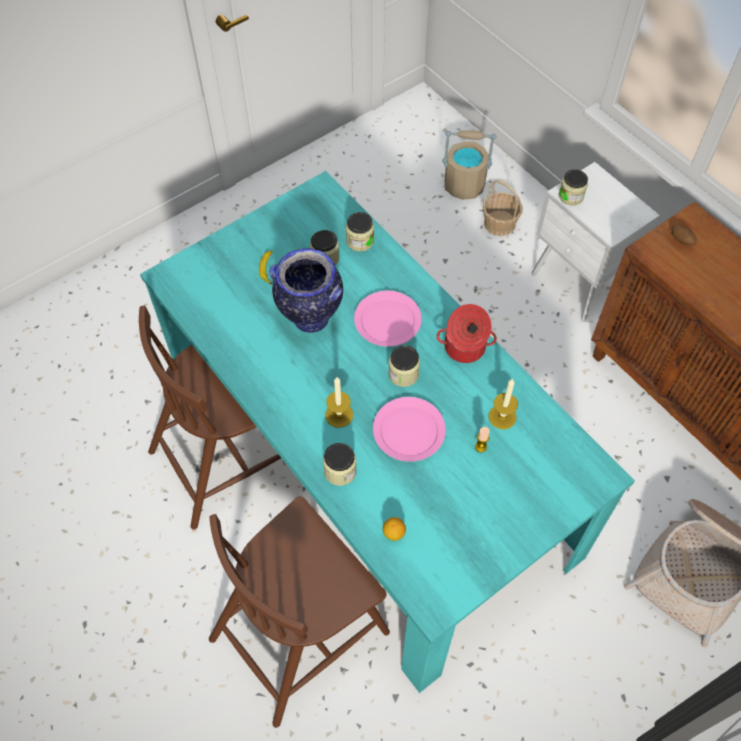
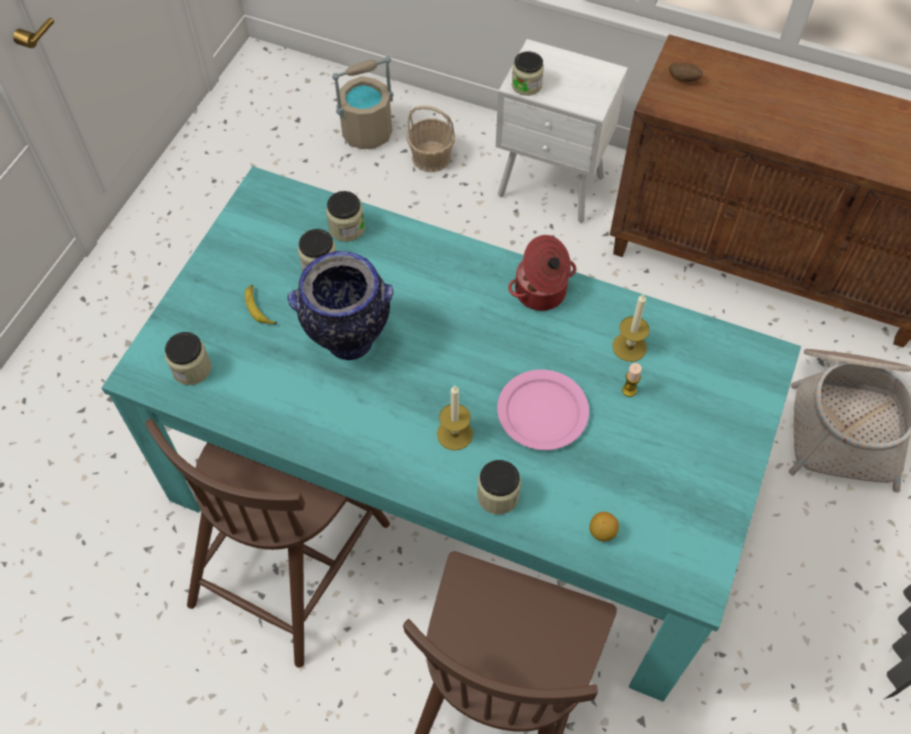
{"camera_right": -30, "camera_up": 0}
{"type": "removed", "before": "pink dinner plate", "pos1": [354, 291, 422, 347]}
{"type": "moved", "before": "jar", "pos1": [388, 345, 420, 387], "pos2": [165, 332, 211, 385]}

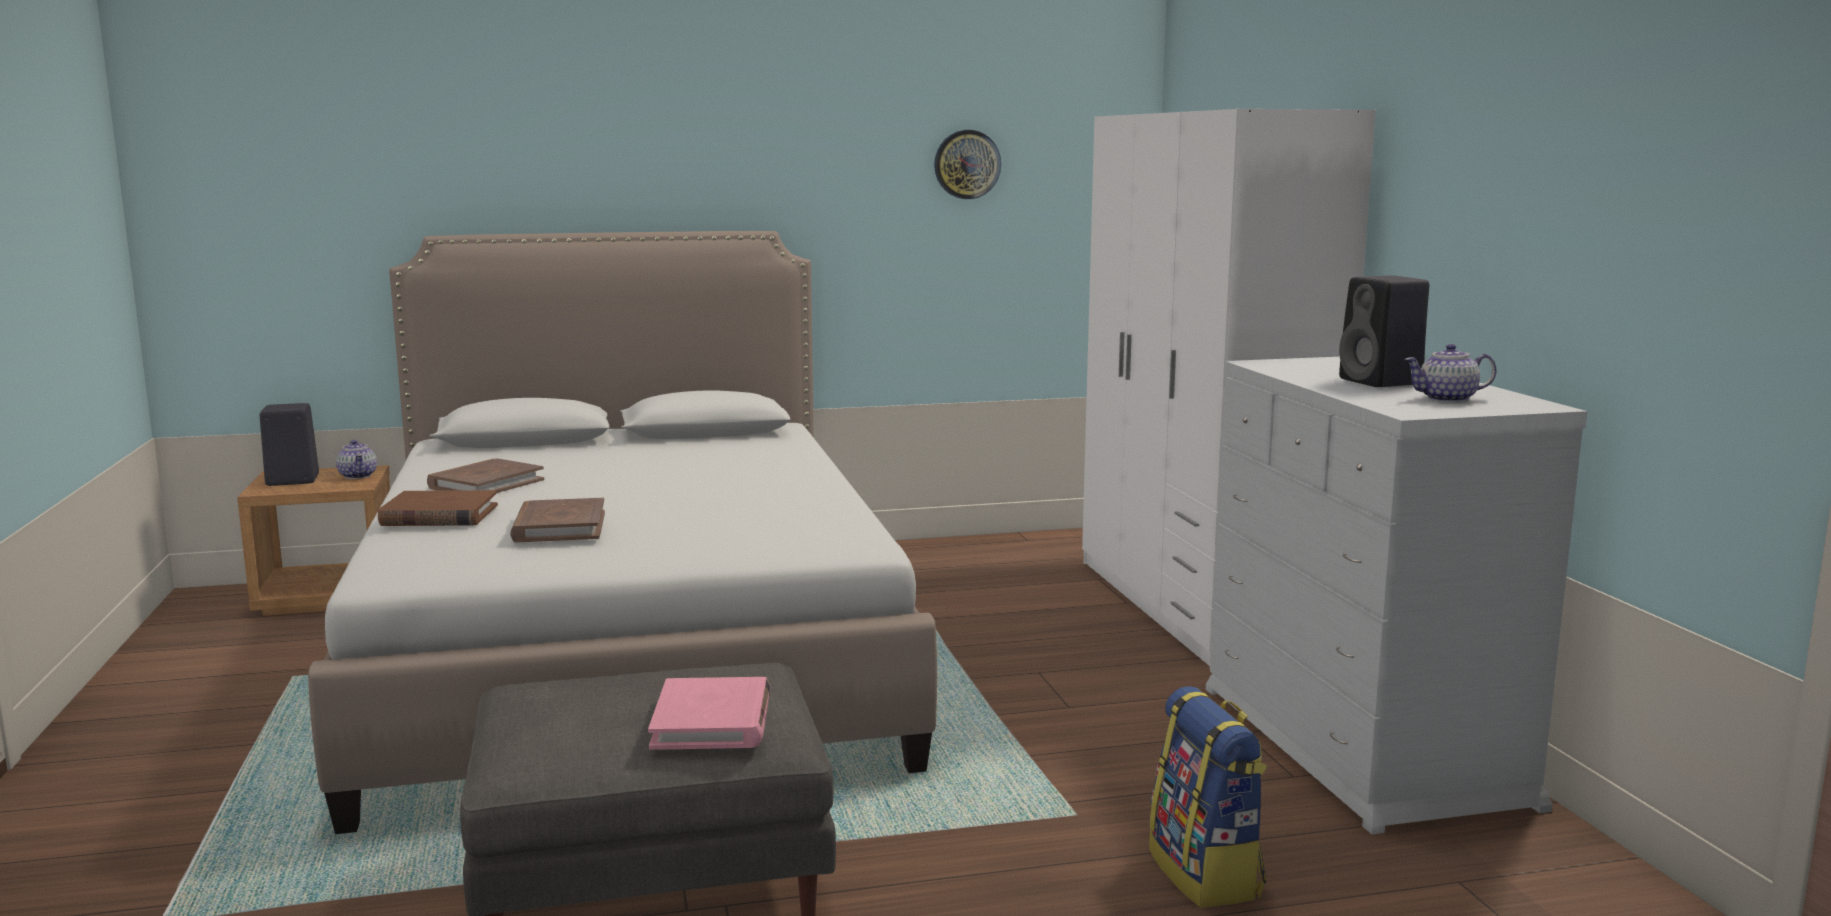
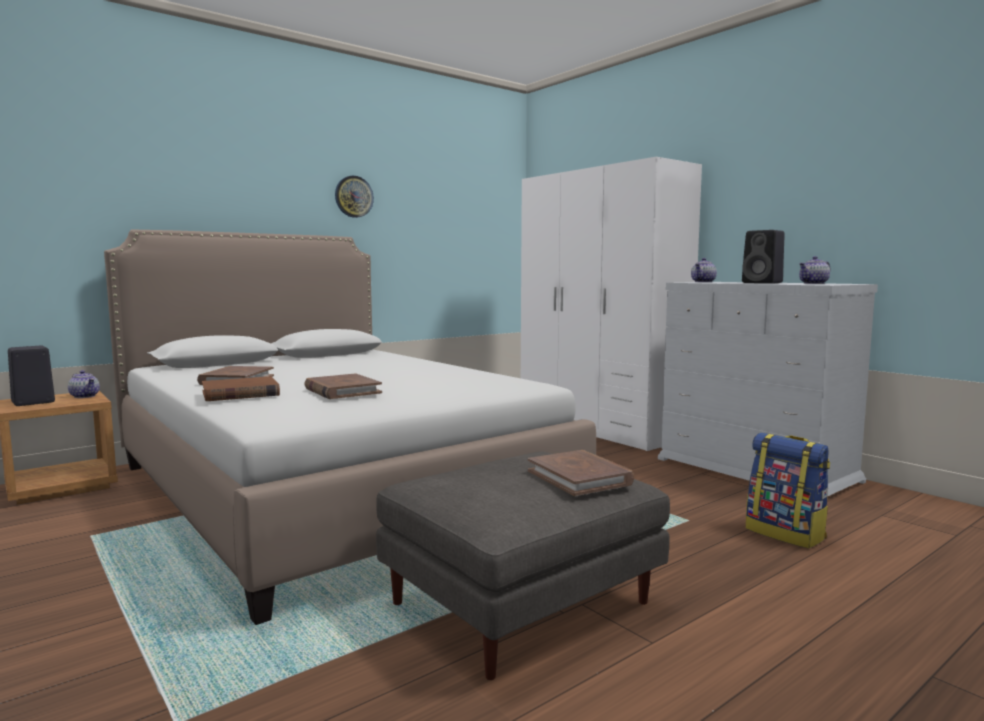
{"camera_right": -25, "camera_up": -5}
{"type": "added", "after": "teapot", "pos2": [691, 258, 717, 282]}
{"type": "moved", "before": "wall clock", "pos1": [934, 130, 1001, 199], "pos2": [335, 176, 374, 218]}
{"type": "recoloured", "before": "pink book", "after": "brown-coloured book", "pos1": [648, 677, 771, 750], "pos2": [528, 450, 634, 496]}

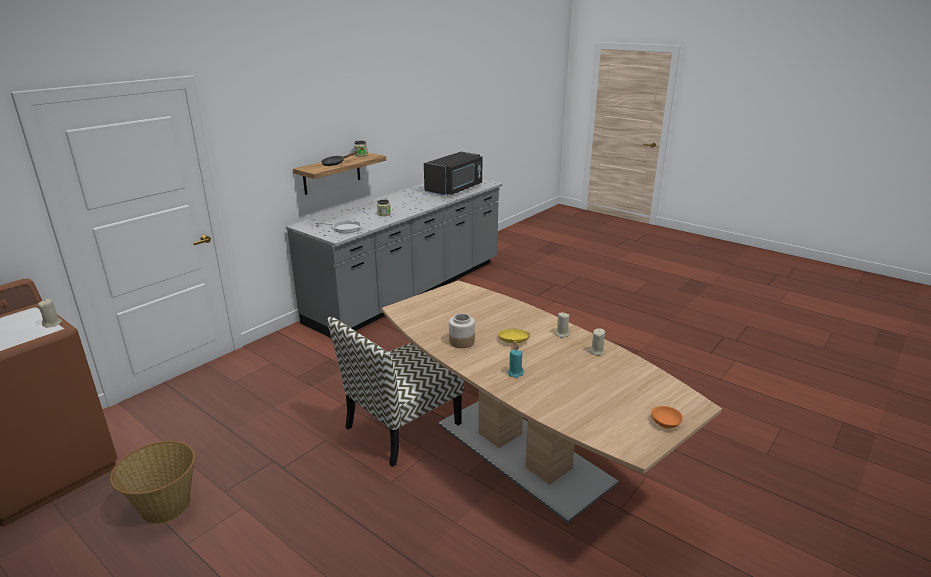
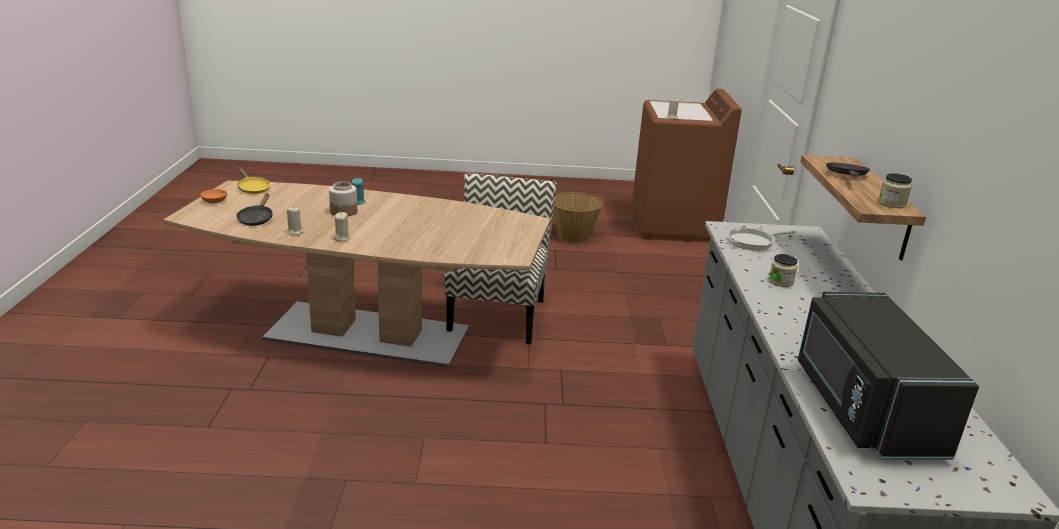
{"camera_right": 140, "camera_up": 0}
{"type": "added", "after": "blackish pan", "pos2": [236, 193, 272, 226]}
{"type": "moved", "before": "jar", "pos1": [449, 313, 475, 348], "pos2": [329, 182, 357, 216]}
{"type": "moved", "before": "yellow-coloured pan", "pos1": [498, 329, 530, 350], "pos2": [237, 167, 270, 194]}

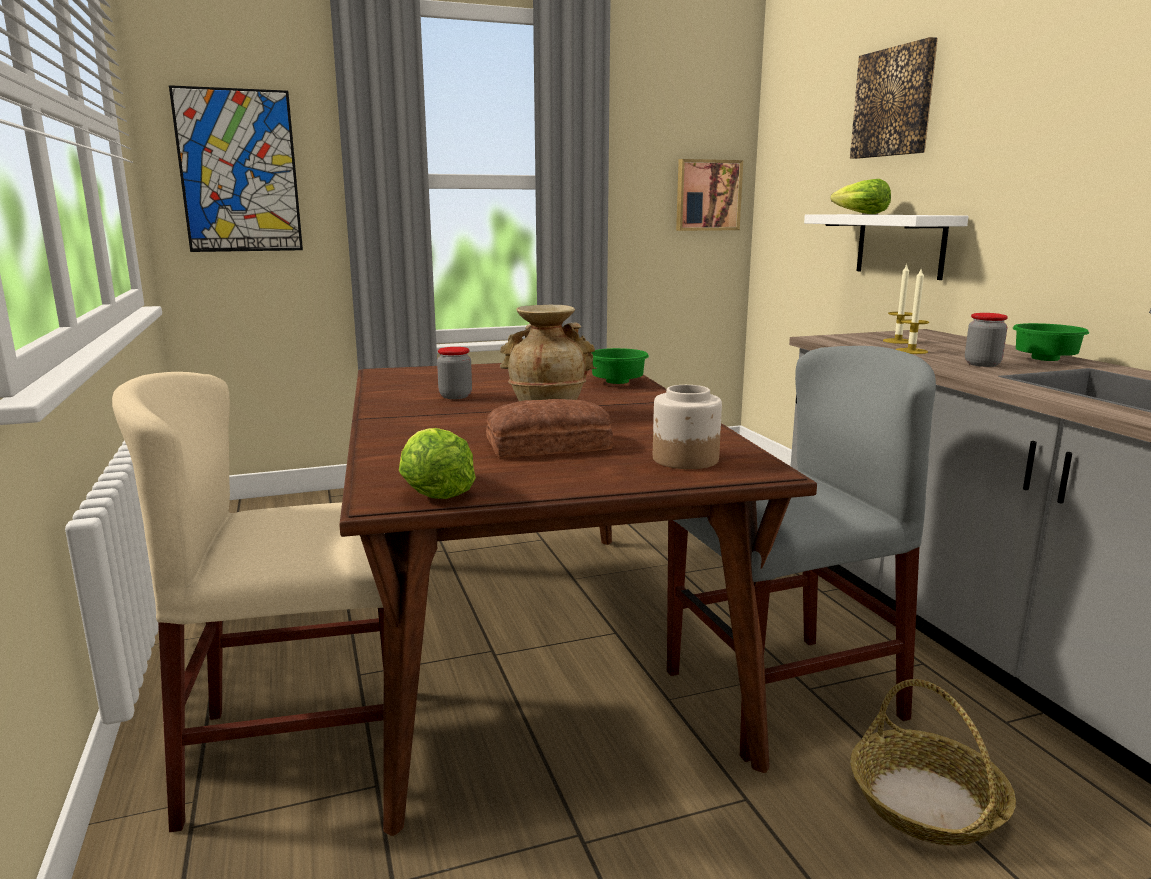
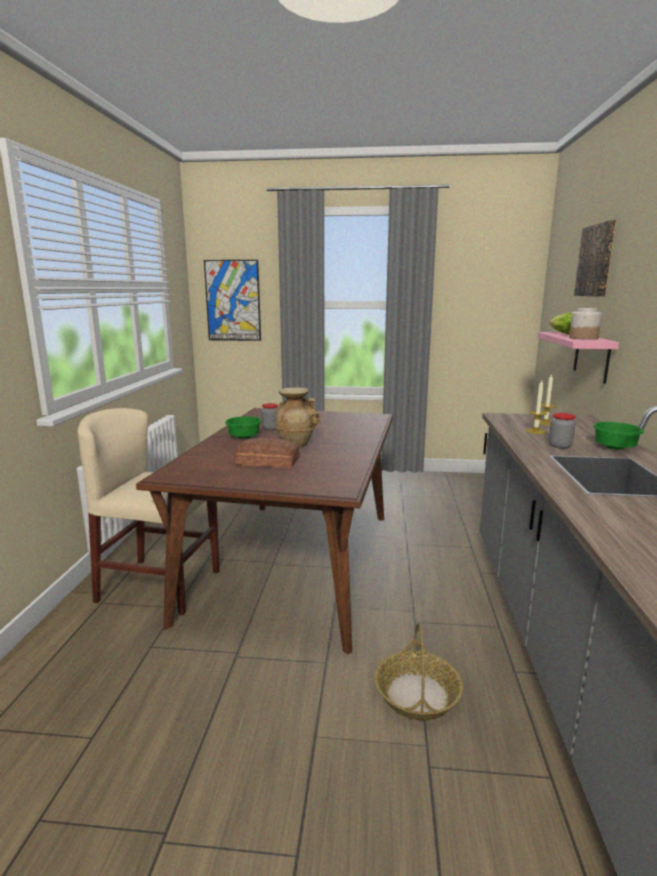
{"camera_right": 25, "camera_up": 0}
{"type": "removed", "before": "lettuce", "pos1": [399, 428, 476, 499]}
{"type": "removed", "before": "greyish chair", "pos1": [667, 346, 936, 762]}
{"type": "removed", "before": "wall picture", "pos1": [676, 159, 743, 231]}
{"type": "moved", "before": "green deep dish", "pos1": [591, 348, 649, 384], "pos2": [225, 416, 262, 439]}
{"type": "moved", "before": "jar", "pos1": [653, 385, 722, 469], "pos2": [569, 308, 602, 340]}
{"type": "recoloured", "before": "whitish shelf", "after": "pink shelf", "pos1": [804, 214, 969, 280], "pos2": [537, 332, 619, 384]}

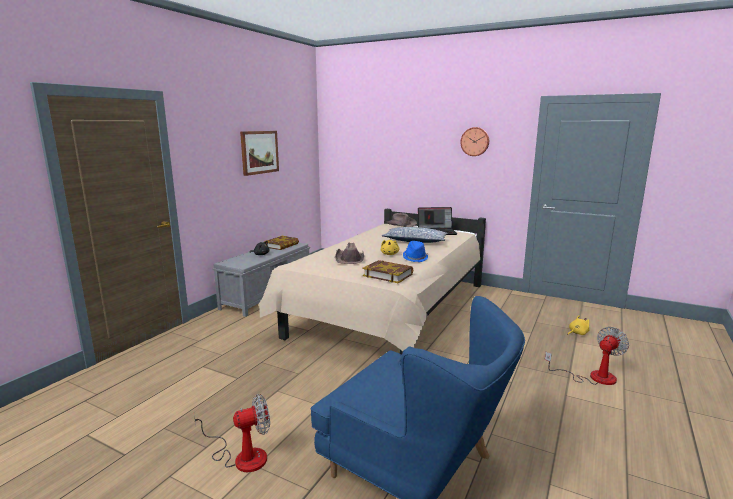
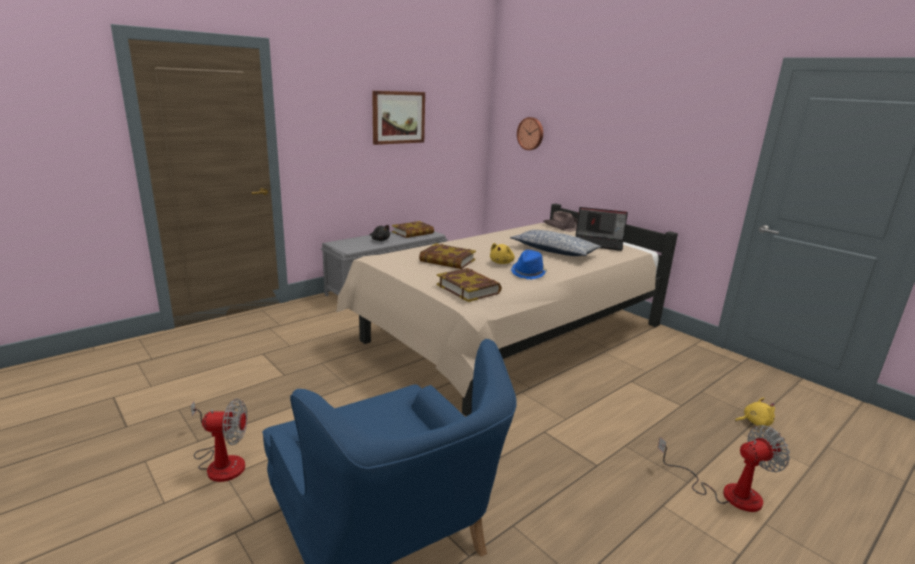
{"camera_right": 20, "camera_up": 5}
{"type": "moved", "before": "wall clock", "pos1": [460, 127, 489, 156], "pos2": [517, 117, 543, 150]}
{"type": "replaced", "before": "brown-coloured hat", "after": "book", "pos1": [335, 242, 364, 264], "pos2": [419, 243, 476, 269]}

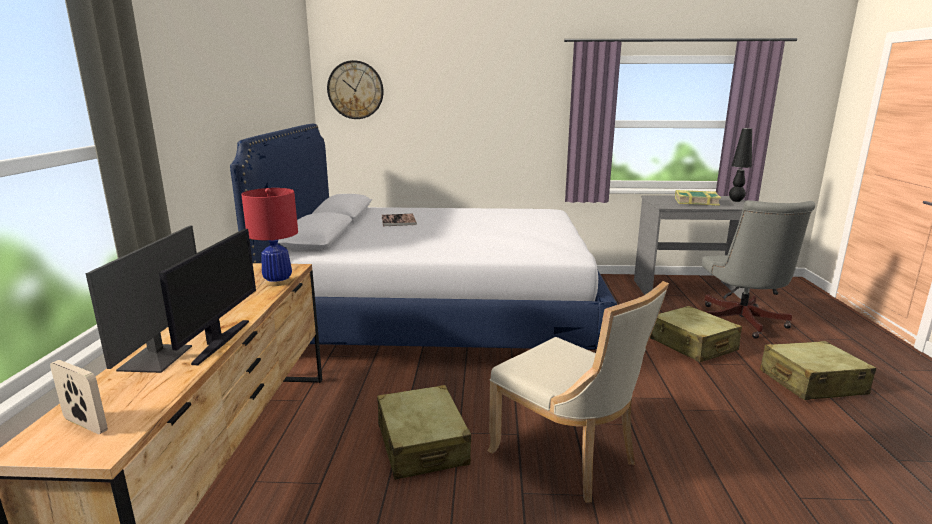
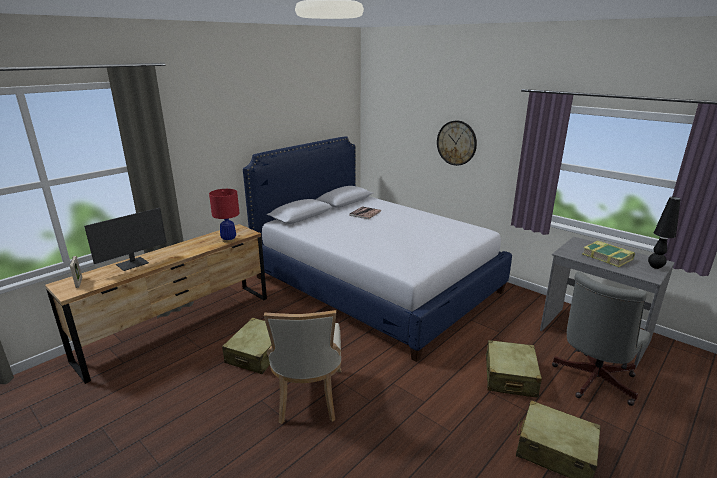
{"camera_right": 40, "camera_up": 5}
{"type": "removed", "before": "computer screen", "pos1": [159, 229, 256, 365]}
{"type": "moved", "before": "wall clock", "pos1": [327, 60, 384, 119], "pos2": [437, 120, 477, 166]}

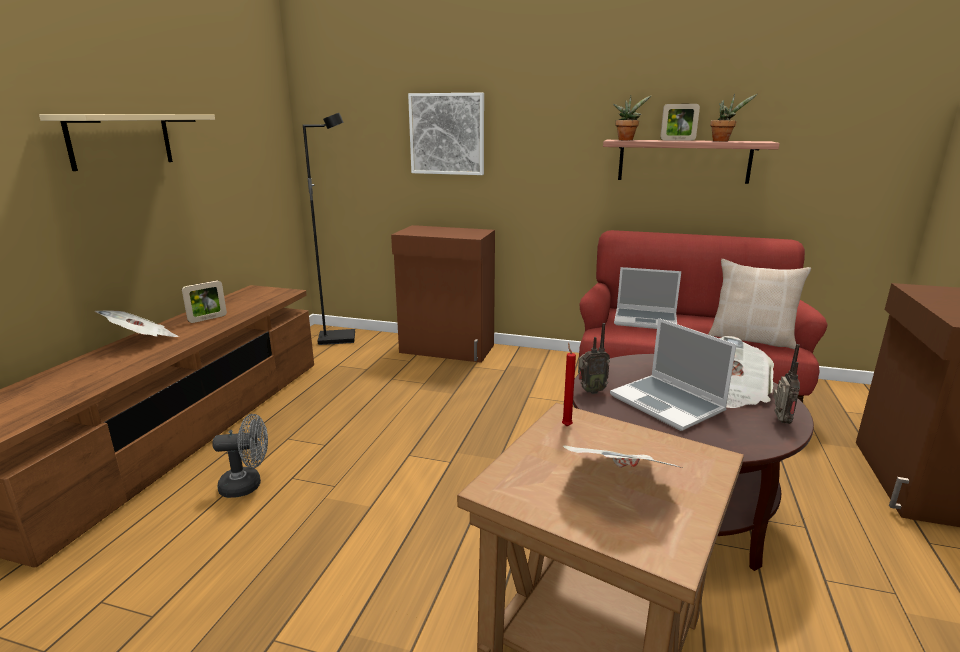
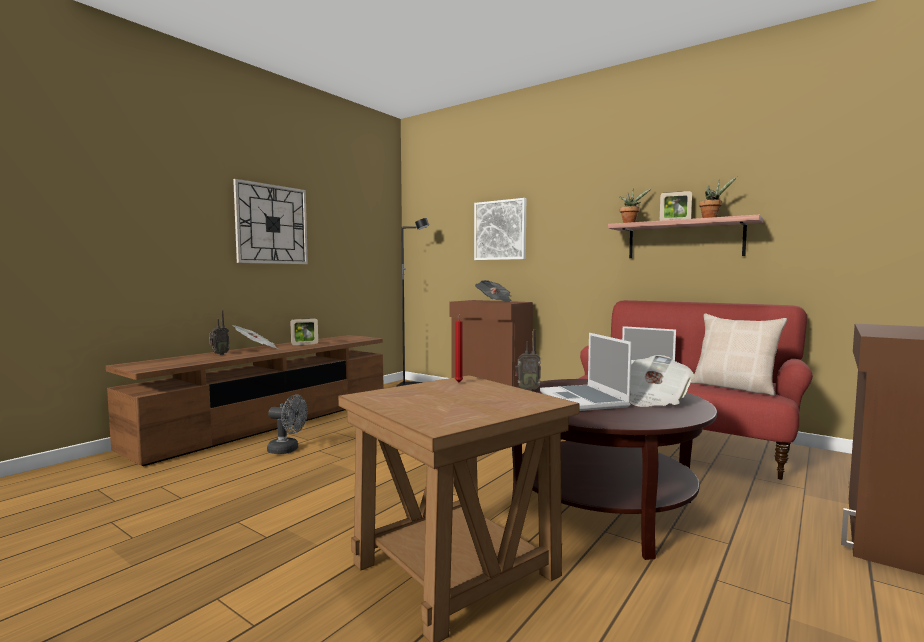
{"camera_right": 20, "camera_up": -15}
{"type": "moved", "before": "newspaper", "pos1": [563, 446, 682, 468], "pos2": [475, 280, 512, 301]}
{"type": "moved", "before": "radio receiver", "pos1": [773, 344, 800, 424], "pos2": [209, 310, 230, 355]}
{"type": "replaced", "before": "beige-coloured shelf", "after": "wall clock", "pos1": [39, 114, 215, 171], "pos2": [233, 179, 308, 264]}

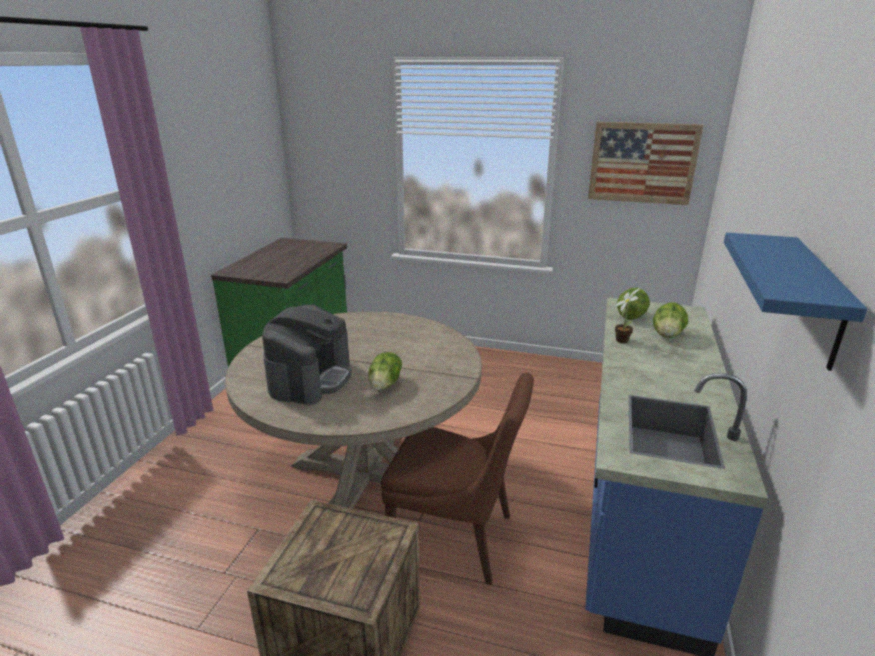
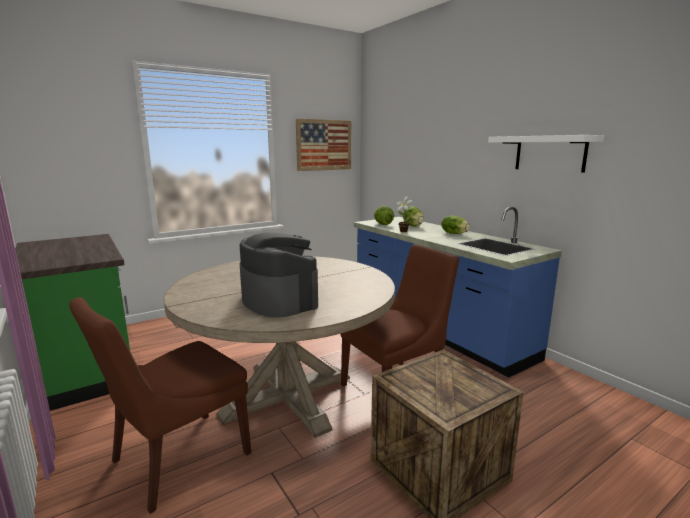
{"camera_right": -50, "camera_up": -10}
{"type": "added", "after": "brown-coloured chair", "pos2": [69, 297, 251, 514]}
{"type": "moved", "before": "lettuce", "pos1": [369, 352, 402, 391], "pos2": [441, 215, 470, 234]}
{"type": "recoloured", "before": "blue shelf", "after": "whitish shelf", "pos1": [724, 232, 867, 371], "pos2": [488, 135, 604, 173]}

